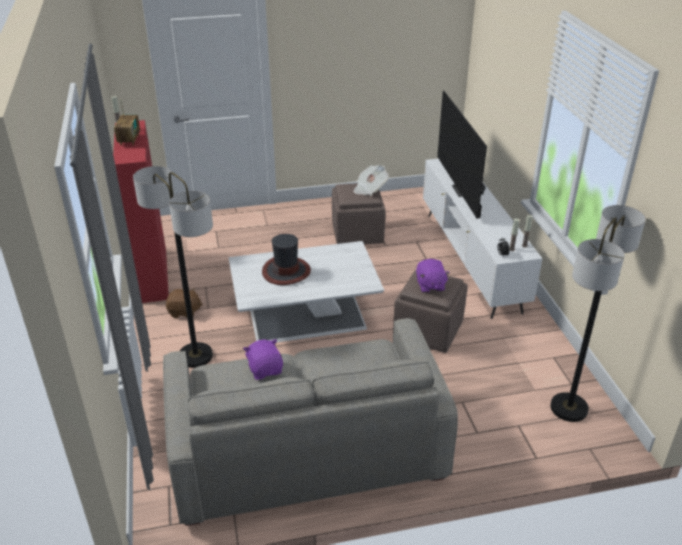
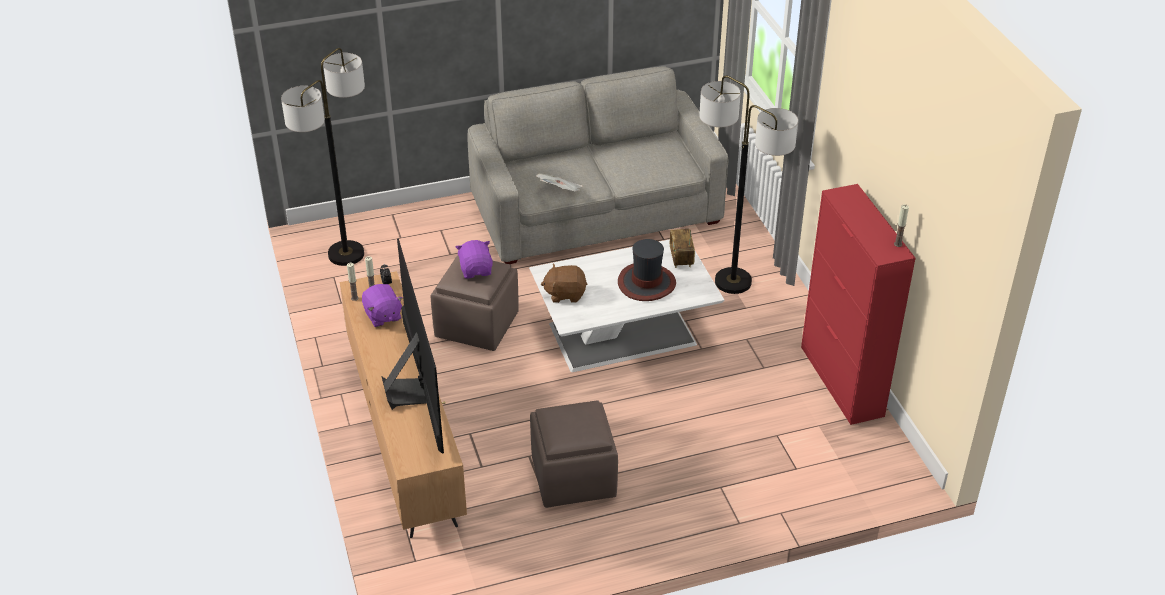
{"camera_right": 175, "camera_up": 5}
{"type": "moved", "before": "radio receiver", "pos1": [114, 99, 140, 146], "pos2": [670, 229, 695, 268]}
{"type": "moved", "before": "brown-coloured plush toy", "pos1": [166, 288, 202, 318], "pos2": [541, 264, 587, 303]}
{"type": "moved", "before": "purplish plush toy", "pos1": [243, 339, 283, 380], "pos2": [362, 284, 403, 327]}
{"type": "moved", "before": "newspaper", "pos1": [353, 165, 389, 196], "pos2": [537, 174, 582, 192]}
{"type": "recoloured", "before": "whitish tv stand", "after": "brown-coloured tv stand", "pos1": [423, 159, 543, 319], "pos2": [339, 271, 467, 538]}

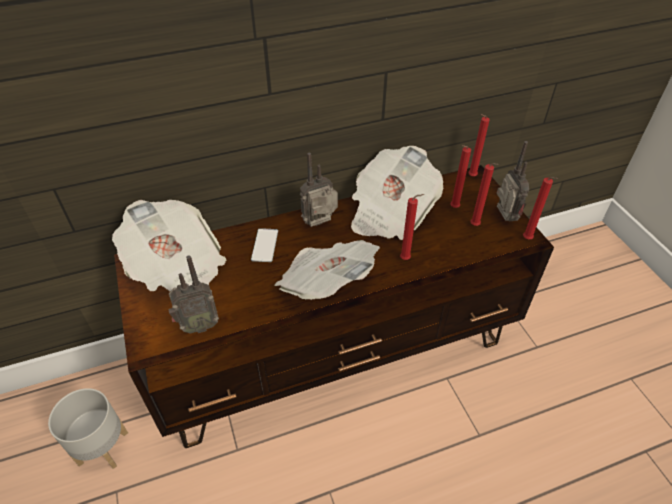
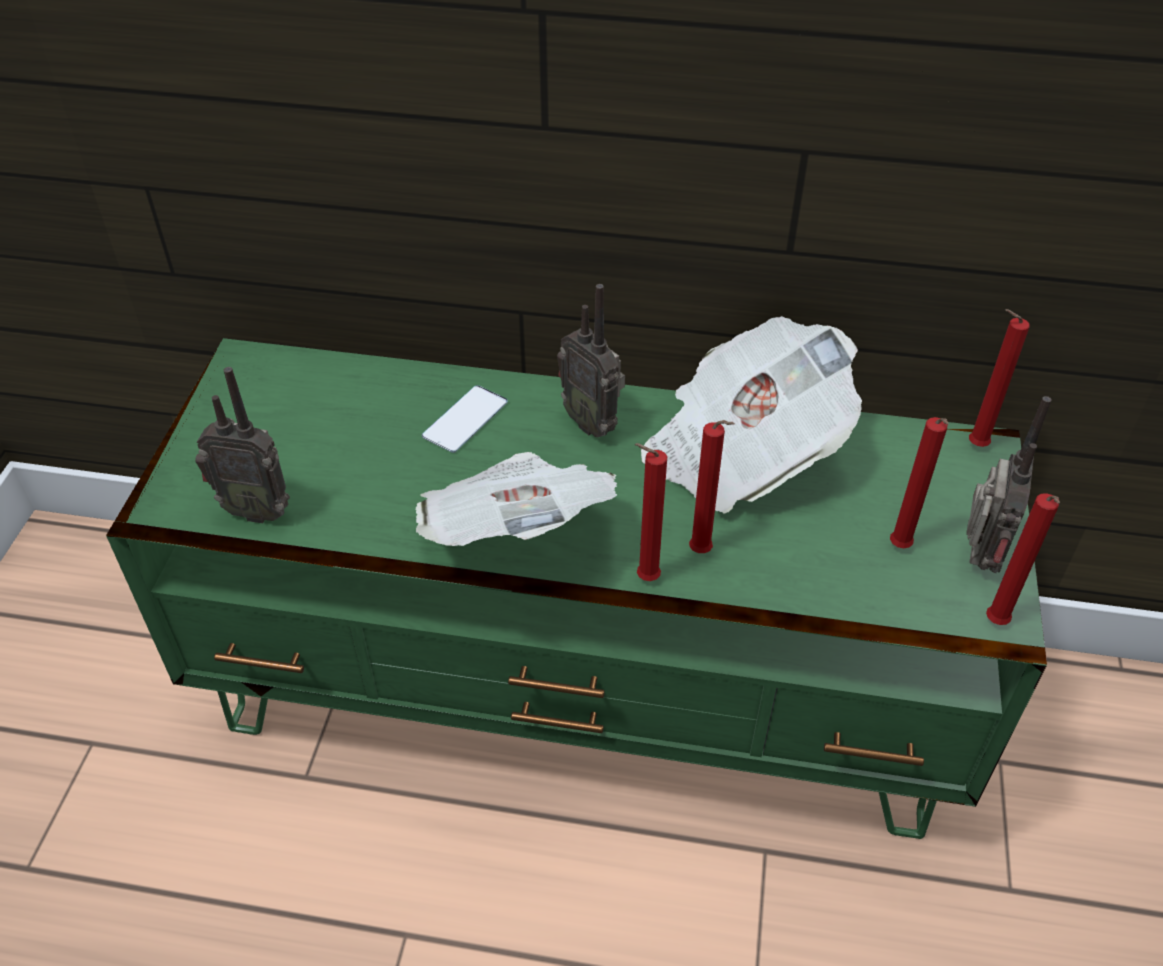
{"camera_right": 30, "camera_up": 0}
{"type": "removed", "before": "greyish planter", "pos1": [48, 388, 128, 469]}
{"type": "removed", "before": "newspaper", "pos1": [112, 200, 226, 291]}
{"type": "moved", "before": "red-coloured wax light", "pos1": [450, 145, 471, 208], "pos2": [635, 443, 667, 581]}
{"type": "recoloured", "before": "brown-coloured tv stand", "after": "green tv stand", "pos1": [114, 165, 554, 448], "pos2": [106, 338, 1047, 839]}
{"type": "turned", "before": "radio receiver", "pos1": [300, 153, 338, 227], "pos2": [557, 284, 625, 437], "turn": -135}

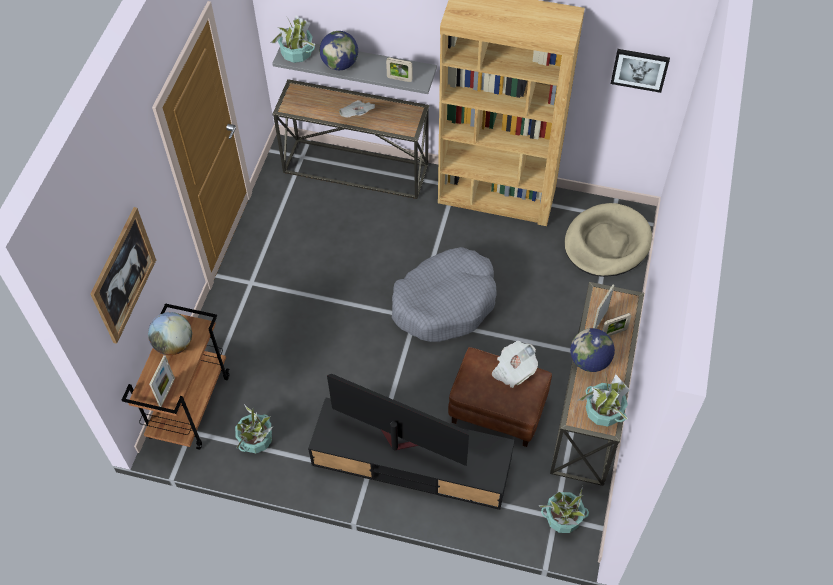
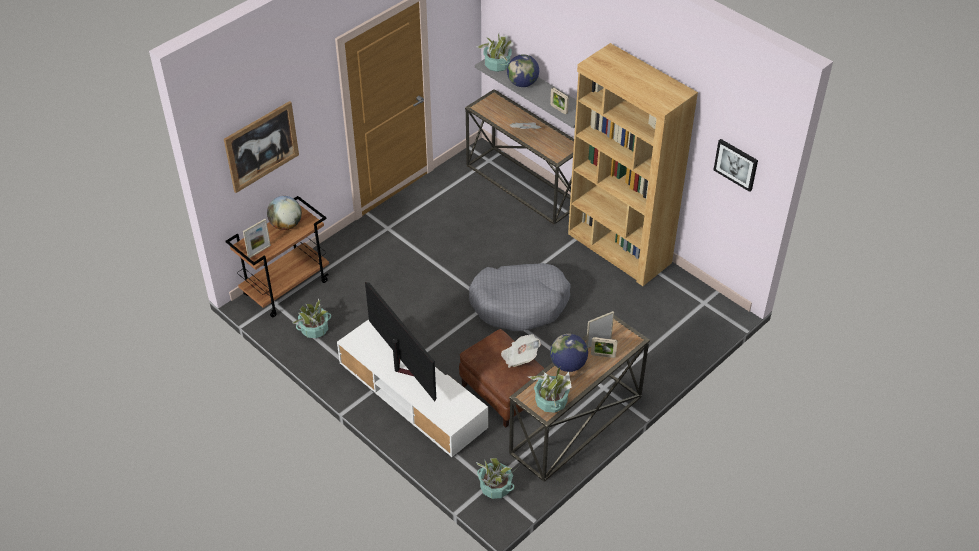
{"camera_right": 30, "camera_up": -10}
{"type": "removed", "before": "beige-coloured dog cushion", "pos1": [564, 203, 652, 277]}
{"type": "recoloured", "before": "blackish tv stand", "after": "whitish tv stand", "pos1": [308, 398, 514, 510], "pos2": [337, 319, 488, 458]}

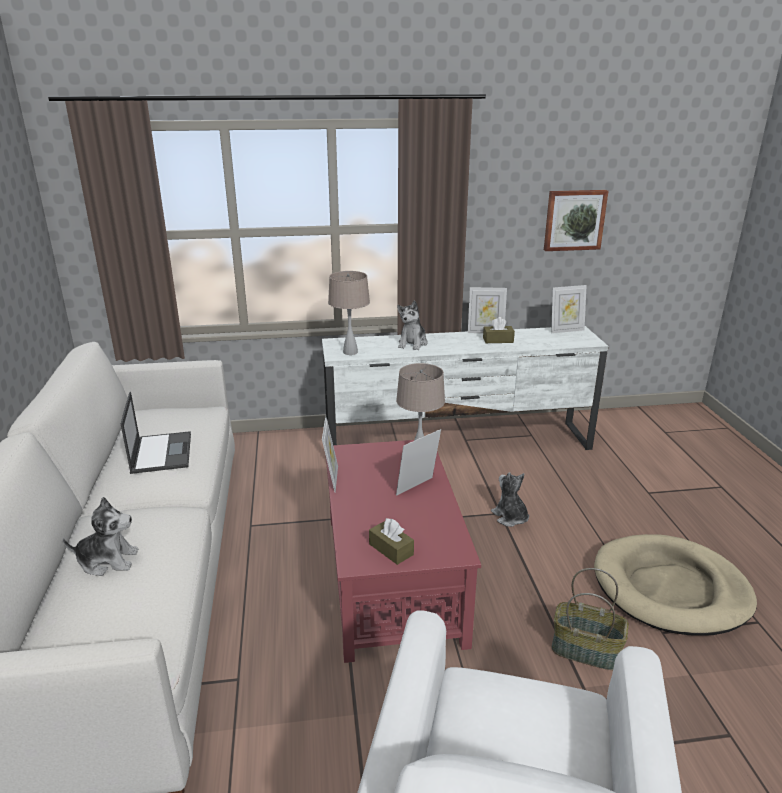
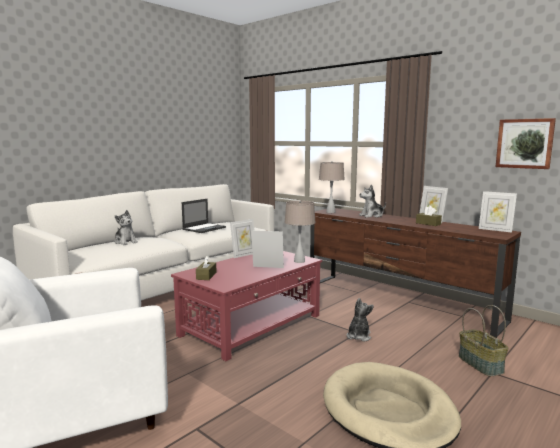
{"camera_right": 50, "camera_up": -15}
{"type": "moved", "before": "basket", "pos1": [552, 568, 629, 670], "pos2": [459, 305, 508, 376]}
{"type": "recoloured", "before": "whitish tv stand", "after": "brown-coloured tv stand", "pos1": [322, 326, 609, 450], "pos2": [310, 208, 521, 338]}

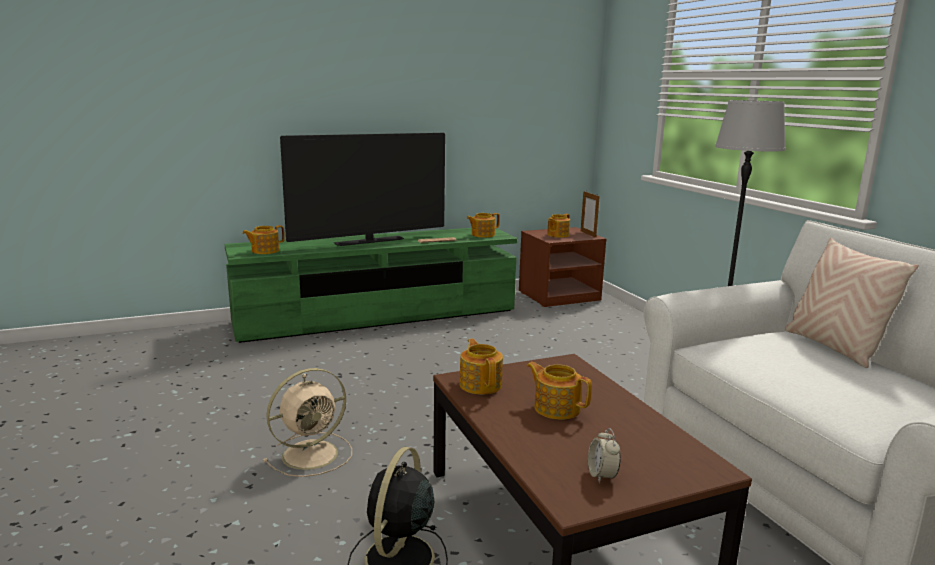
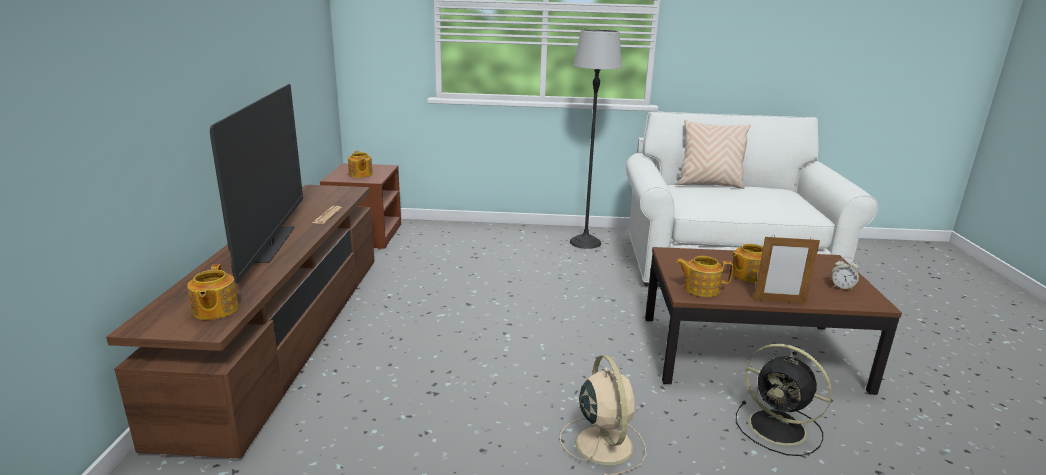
{"camera_right": -65, "camera_up": 5}
{"type": "removed", "before": "teapot", "pos1": [467, 213, 500, 238]}
{"type": "moved", "before": "standing frame", "pos1": [581, 191, 600, 238], "pos2": [754, 235, 820, 303]}
{"type": "recoloured", "before": "green tv stand", "after": "brown-coloured tv stand", "pos1": [225, 228, 517, 343], "pos2": [106, 185, 375, 459]}

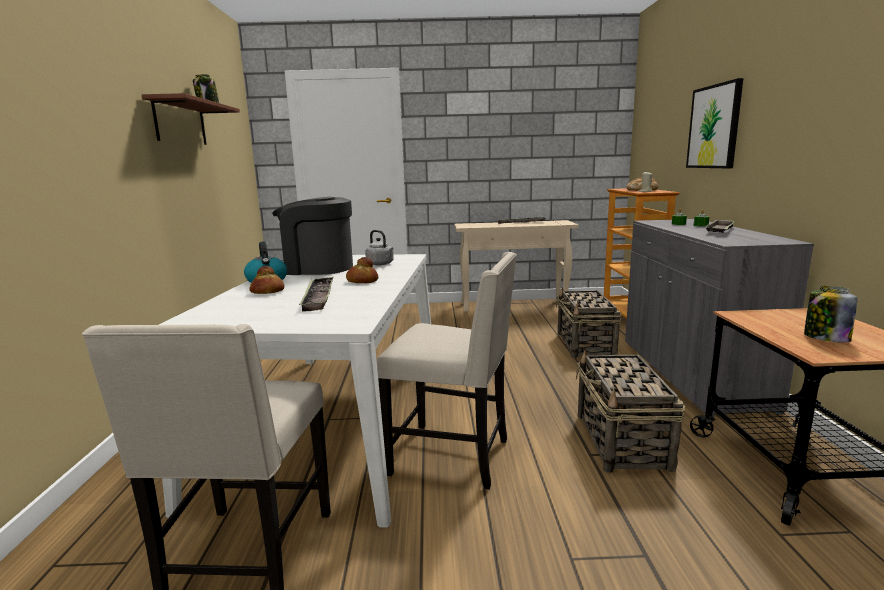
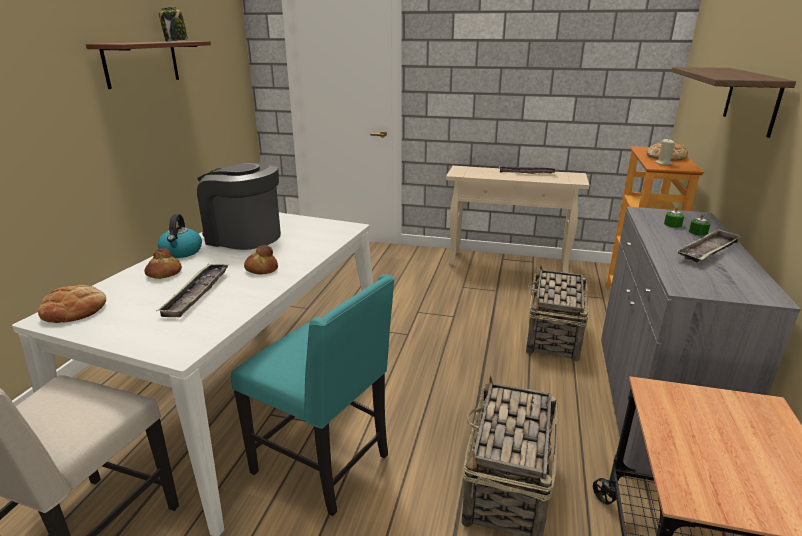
{"camera_right": 15, "camera_up": 10}
{"type": "removed", "before": "greyish water kettle", "pos1": [365, 230, 394, 265]}
{"type": "removed", "before": "jar", "pos1": [804, 286, 857, 343]}
{"type": "added", "after": "baked bread", "pos2": [38, 285, 106, 323]}
{"type": "replaced", "before": "wall picture", "after": "shelf", "pos1": [686, 78, 743, 168], "pos2": [672, 67, 796, 138]}
{"type": "recoloured", "before": "beige-coloured chair", "after": "turquoise-coloured chair", "pos1": [377, 252, 517, 489], "pos2": [231, 274, 395, 516]}

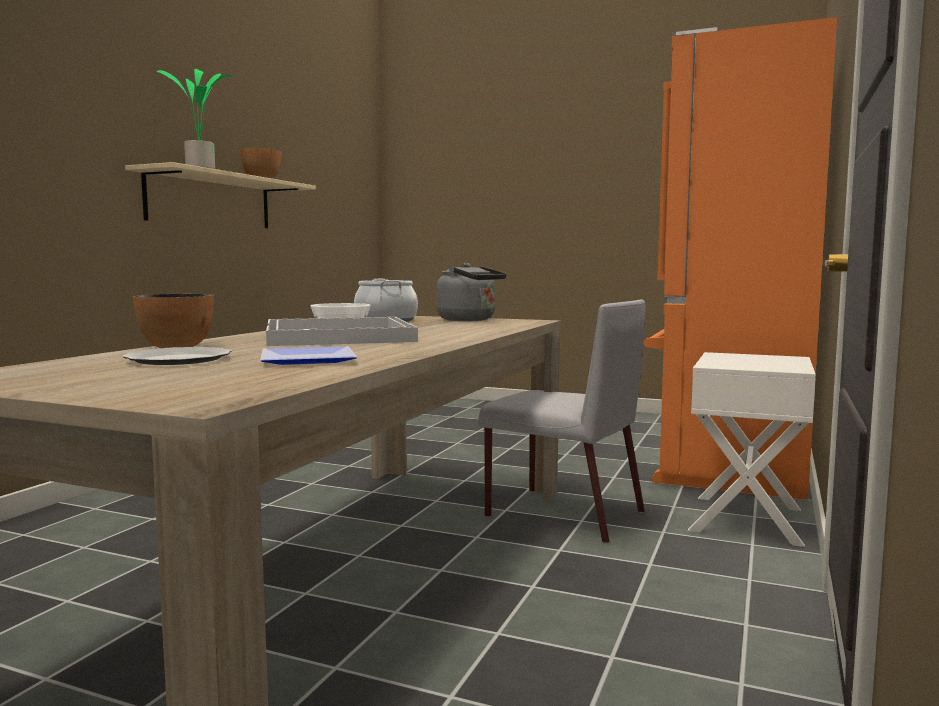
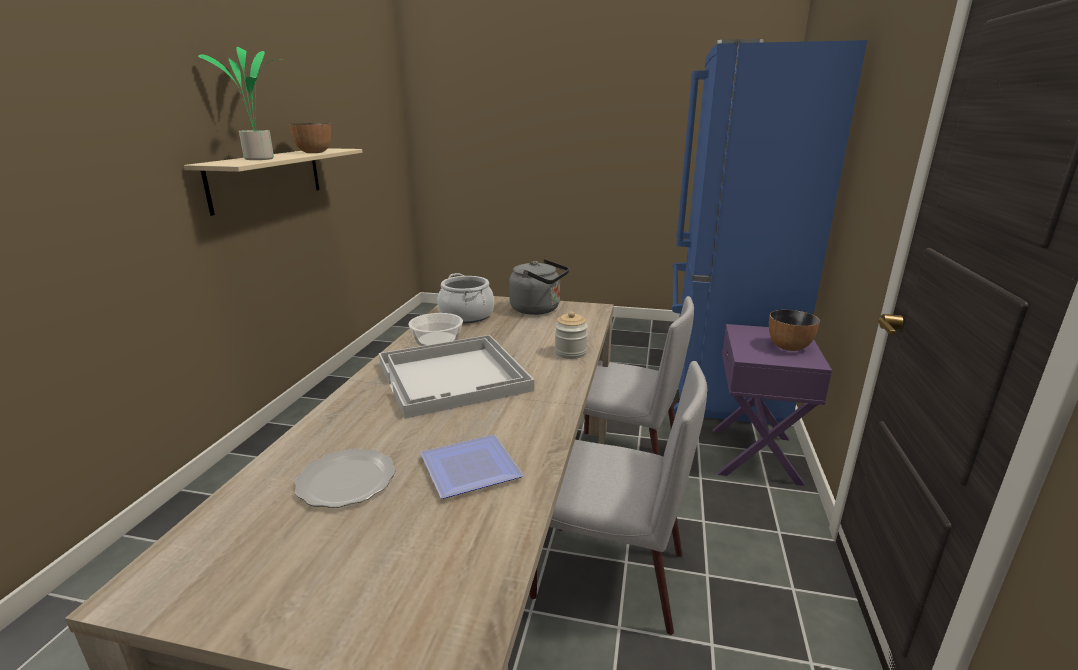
{"camera_right": -10, "camera_up": 15}
{"type": "added", "after": "greyish chair", "pos2": [530, 361, 707, 635]}
{"type": "added", "after": "jar", "pos2": [555, 311, 588, 359]}
{"type": "moved", "before": "deep dish", "pos1": [133, 294, 214, 348], "pos2": [769, 310, 820, 351]}
{"type": "recoloured", "before": "orange-coloured refrigerator", "after": "blue refrigerator", "pos1": [643, 17, 837, 500], "pos2": [672, 39, 867, 427]}
{"type": "recoloured", "before": "whitish bedside table", "after": "purplish bedside table", "pos1": [688, 352, 816, 547], "pos2": [713, 324, 832, 486]}

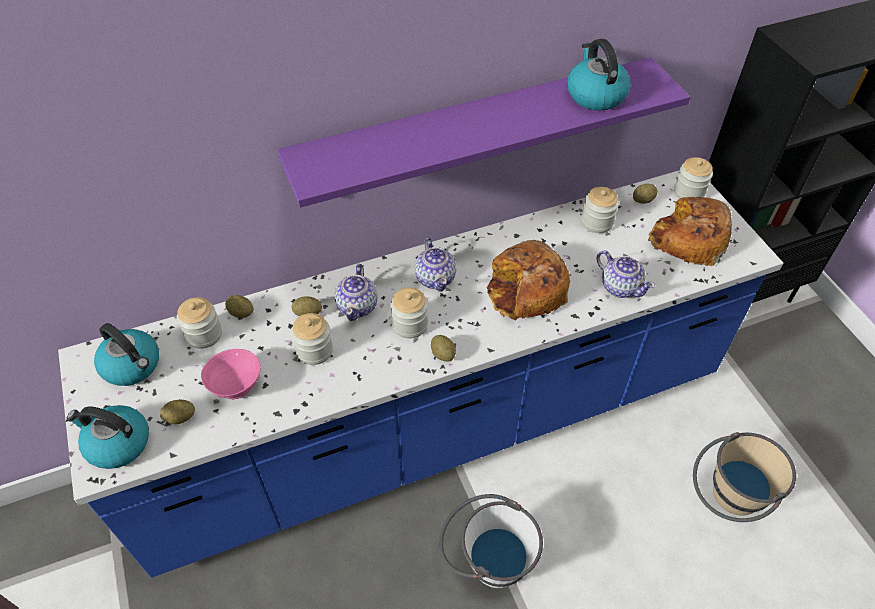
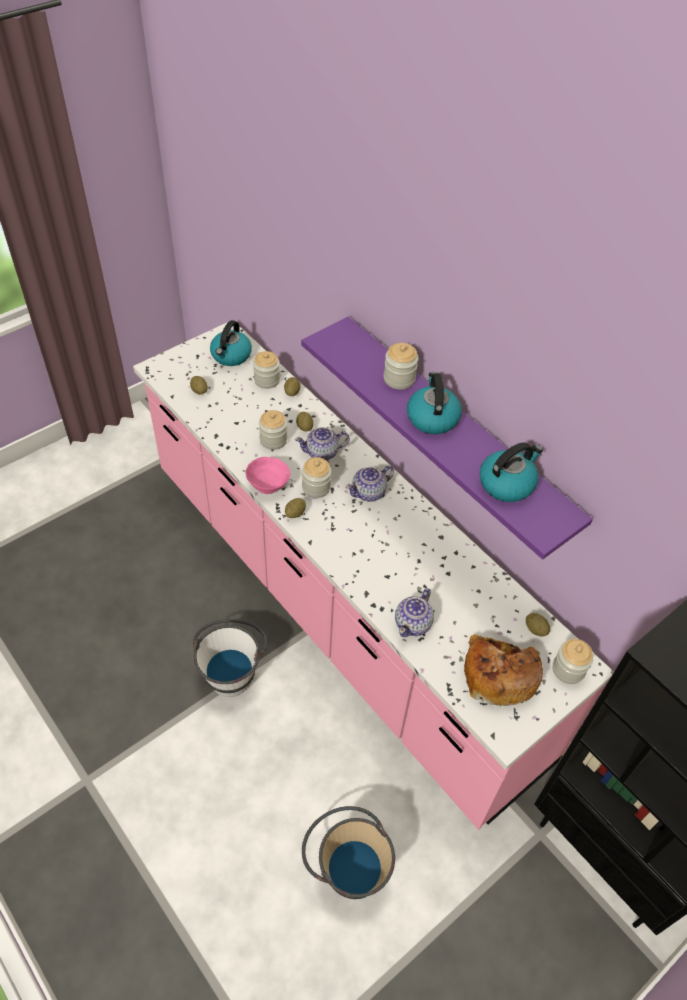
{"camera_right": 70, "camera_up": 0}
{"type": "removed", "before": "baked bread", "pos1": [486, 240, 570, 321]}
{"type": "moved", "before": "water kettle", "pos1": [67, 405, 149, 469], "pos2": [407, 372, 462, 434]}
{"type": "moved", "before": "pink deep dish", "pos1": [201, 349, 261, 399], "pos2": [246, 457, 290, 494]}
{"type": "moved", "before": "jar", "pos1": [581, 187, 619, 233], "pos2": [384, 343, 418, 390]}
{"type": "recoloured", "before": "blue kitchen counter", "after": "pink kitchen counter", "pos1": [58, 170, 783, 578], "pos2": [133, 322, 614, 830]}

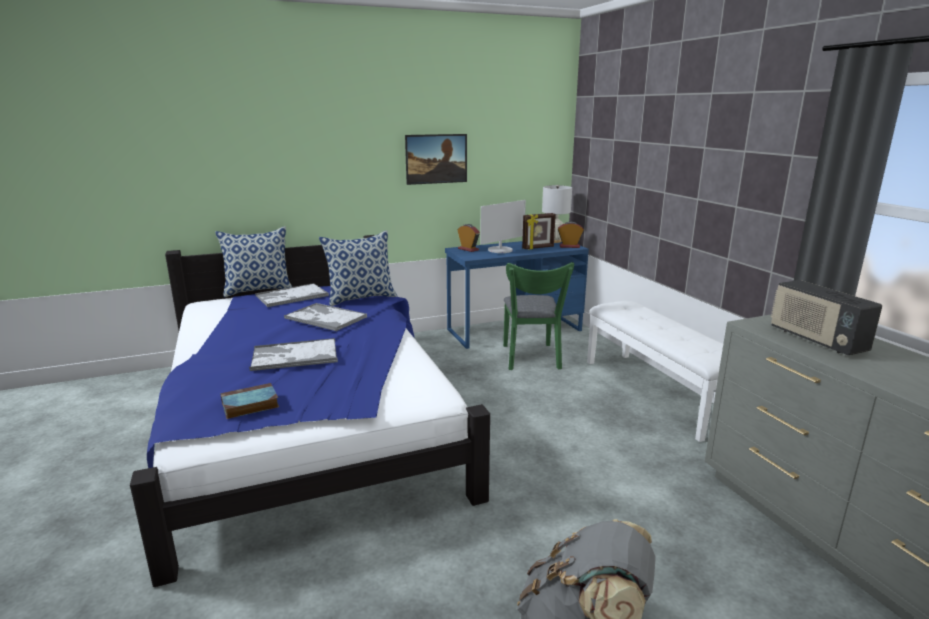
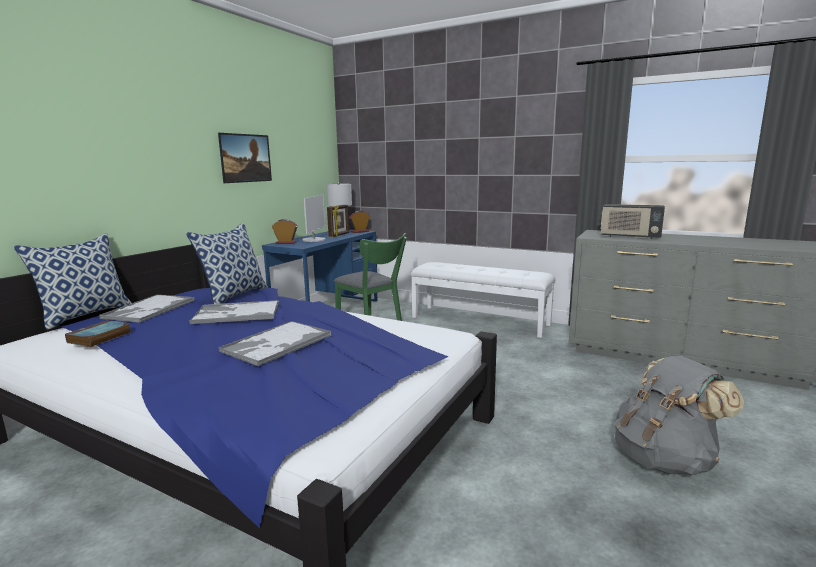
{"camera_right": -40, "camera_up": -5}
{"type": "moved", "before": "book", "pos1": [220, 383, 279, 419], "pos2": [65, 320, 131, 347]}

